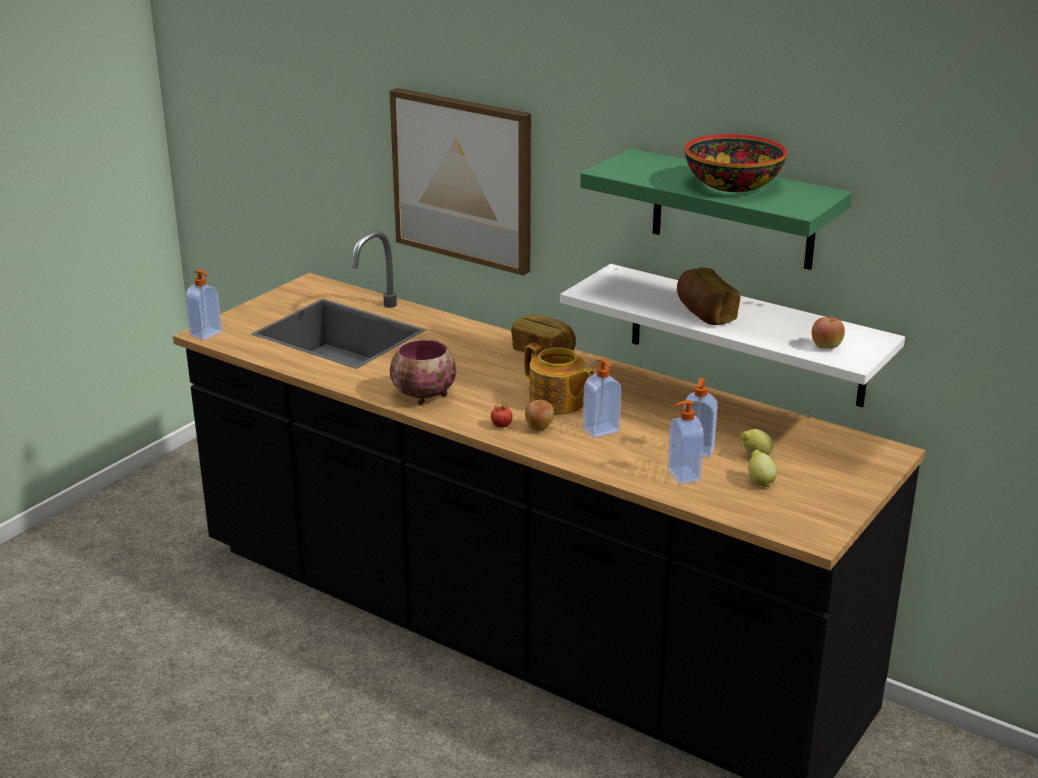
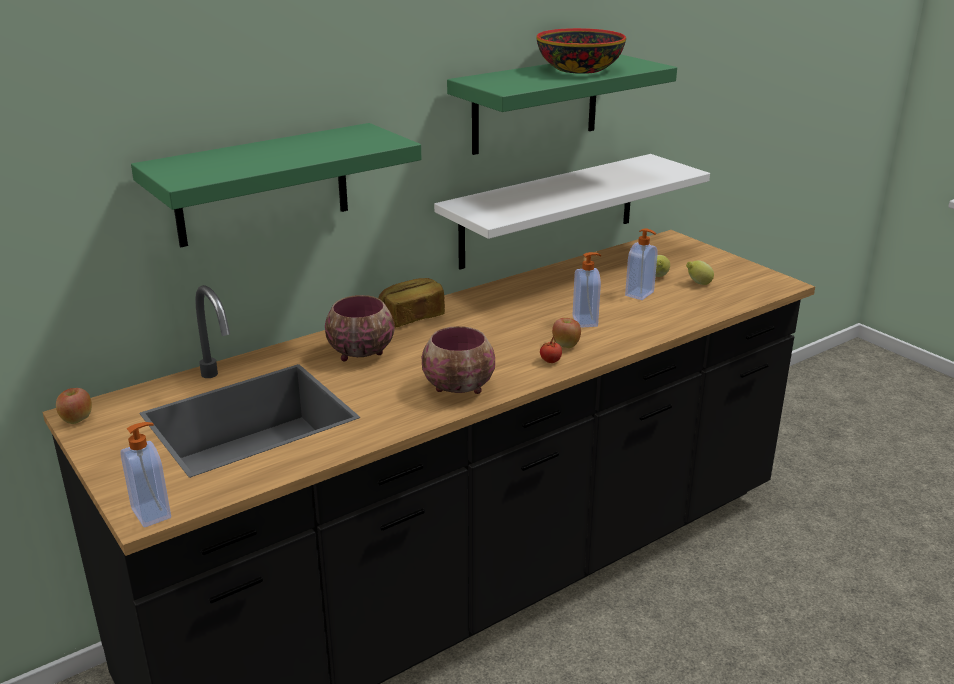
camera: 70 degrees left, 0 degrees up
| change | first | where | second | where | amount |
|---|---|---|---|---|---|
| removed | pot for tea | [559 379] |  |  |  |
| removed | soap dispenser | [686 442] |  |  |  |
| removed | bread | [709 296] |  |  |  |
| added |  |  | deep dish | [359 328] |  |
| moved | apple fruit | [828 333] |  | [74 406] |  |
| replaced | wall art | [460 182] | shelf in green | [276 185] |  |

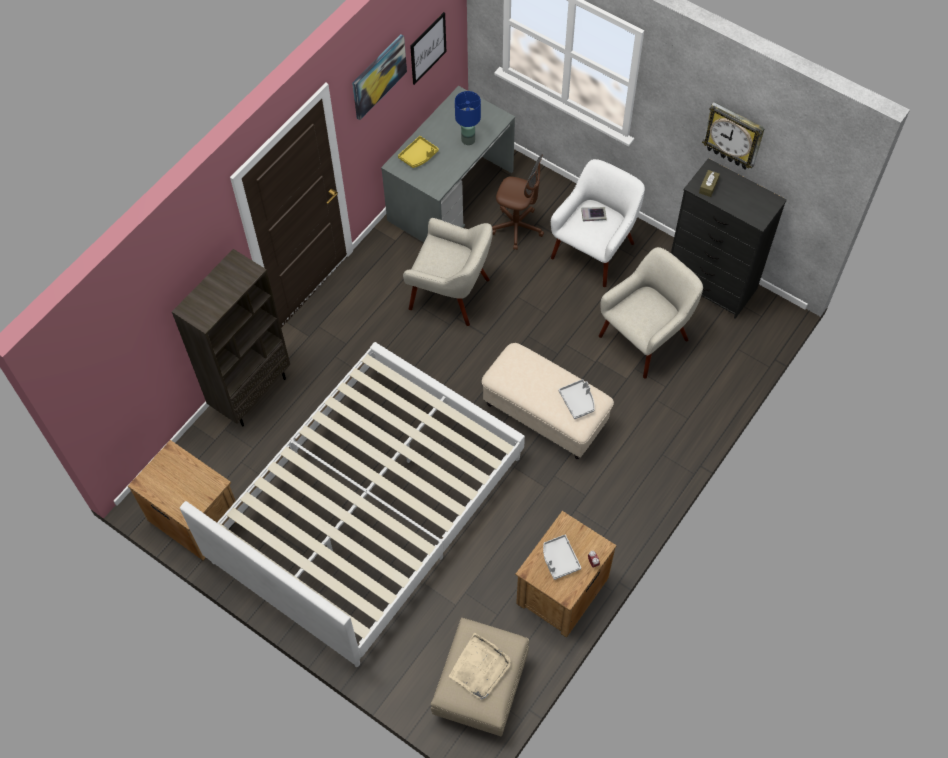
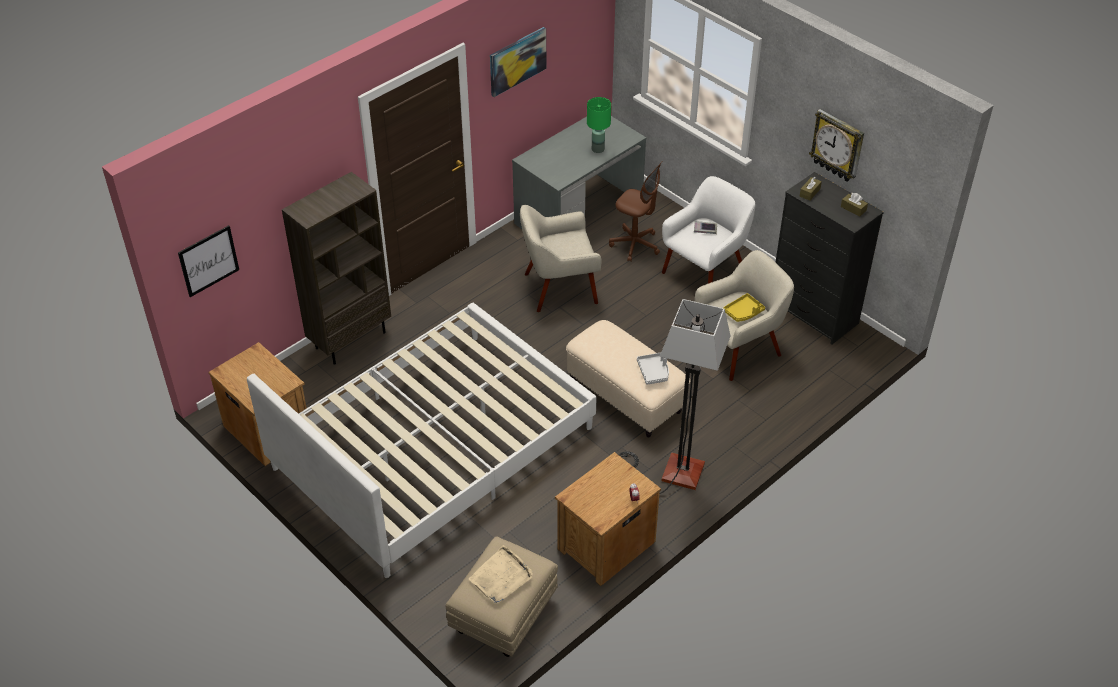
camera: 10 degrees right, 15 degrees down
| change | first | where | second | where | amount |
|---|---|---|---|---|---|
| removed | carrying tray in gray | [562 557] |  |  |  |
| added |  |  | standing lamp | [674 396] |  |
| added |  |  | box of tissues in brownish | [854 205] |  |
| moved | carrying tray in yellow-coloured | [418 152] |  | [744 307] |  |
| moved | wall art | [428 48] |  | [208 261] |  |
| recoloured | lamp for a table in bluish | [468 118] | lamp for a table in green | [599 125] |  |
| turned | armchair in sand-coloured | [448 272] |  | [561 258] | 135 degrees clockwise |

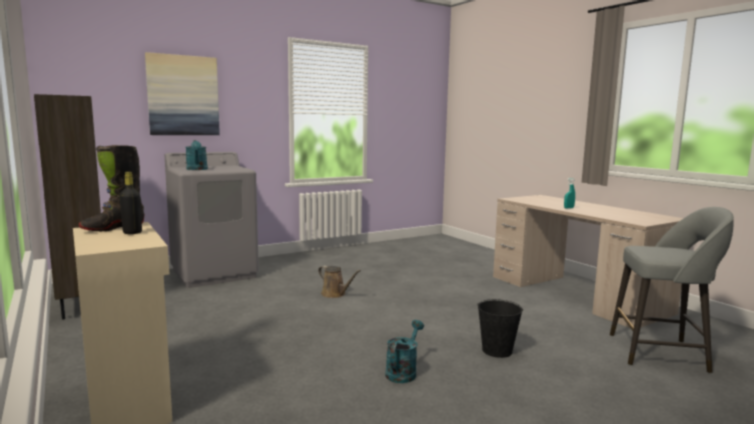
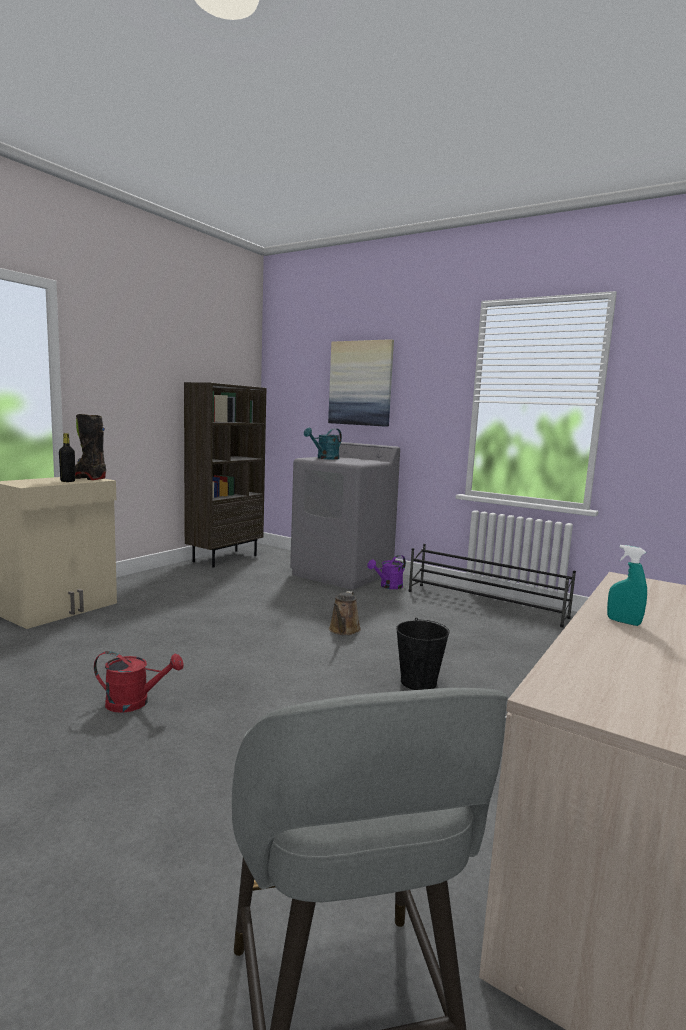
camera: 65 degrees right, 0 degrees up
| change | first | where | second | where | amount |
|---|---|---|---|---|---|
| added |  |  | watering pot in purplish | [387 572] |  |
| added |  |  | shoe stand in blackish | [492 585] |  |
| moved | water bucket in blackish | [500 328] |  | [423 654] |  |
| recoloured | watering pot in turquoise-coloured | [404 351] | watering pot in reddish | [139 682] |  |

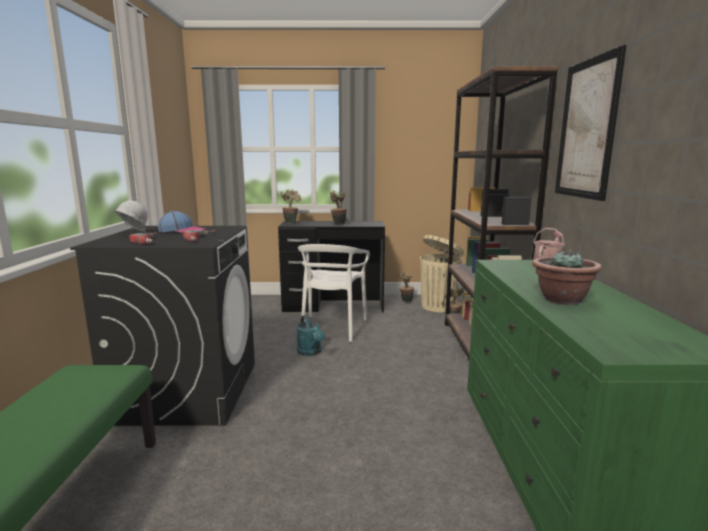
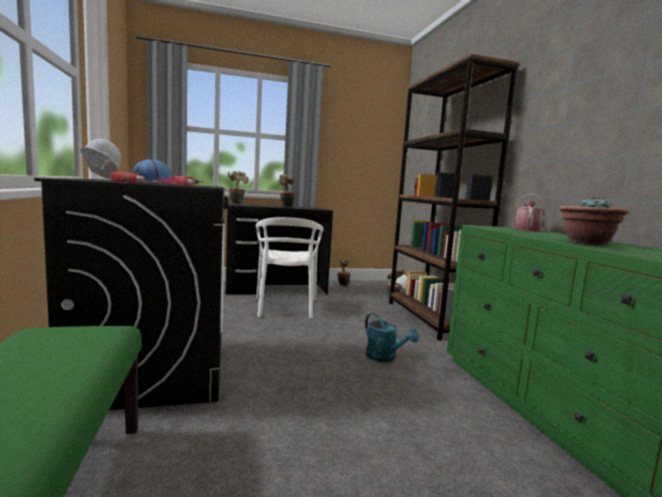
camera: 15 degrees left, 5 degrees down
| change | first | where | second | where | amount |
|---|---|---|---|---|---|
| removed | waste bin in sand-coloured | [442 273] |  |  |  |
| removed | wall art | [590 123] |  |  |  |
| moved | watering pot in turquoise-coloured | [310 335] |  | [392 337] |  |

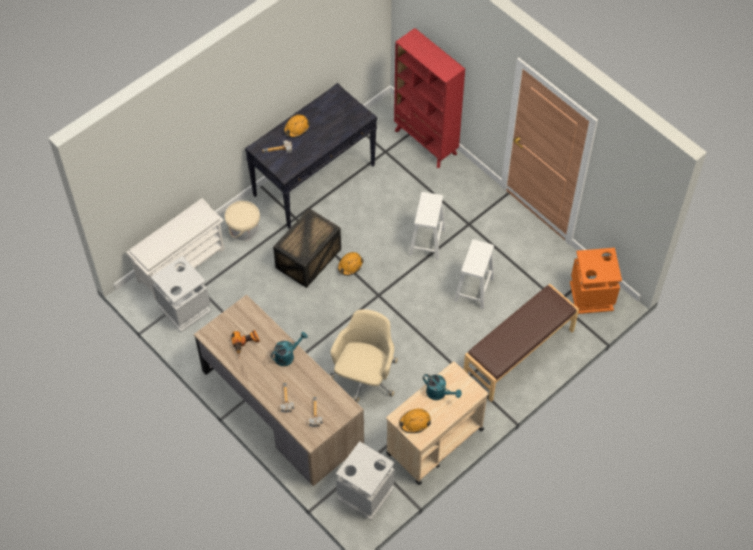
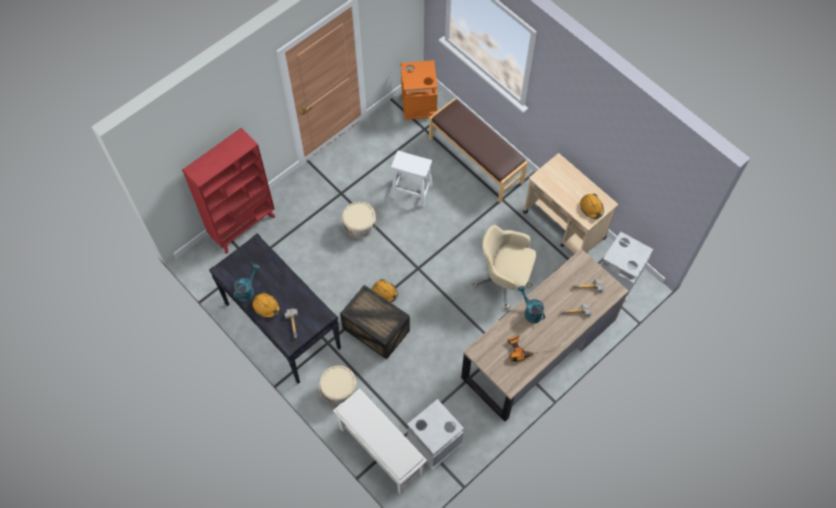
camera: 90 degrees left, 5 degrees up
| change | first | where | second | where | amount |
|---|---|---|---|---|---|
| moved | watering pot in turquoise-coloured | [442 387] |  | [246 283] |  |
| replaced | stool in white | [427 226] | water bucket in sand-coloured | [358 220] |  |

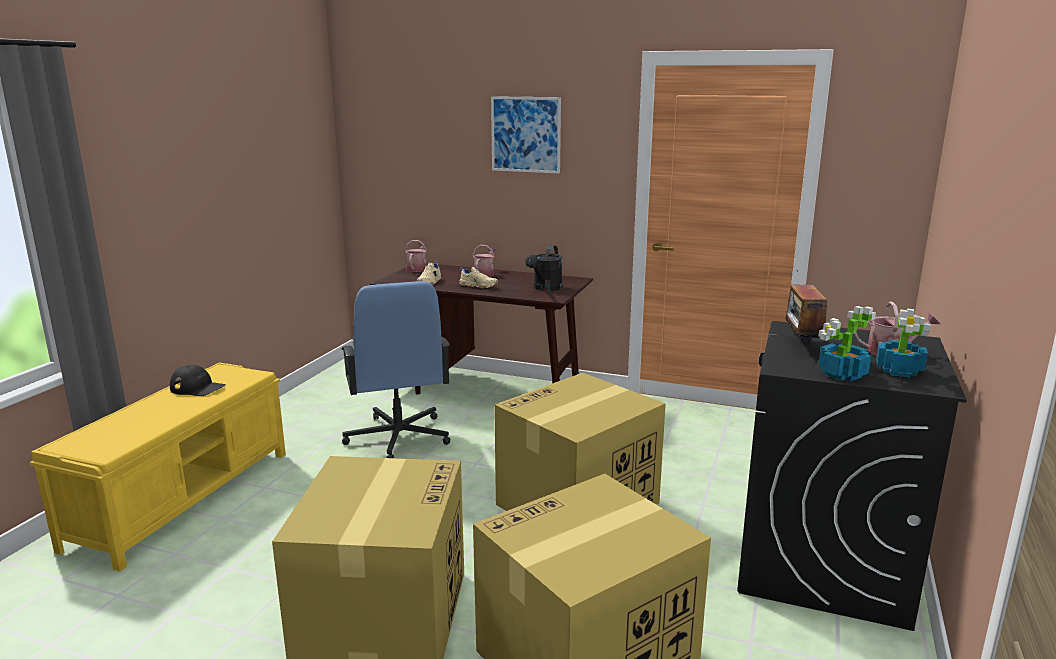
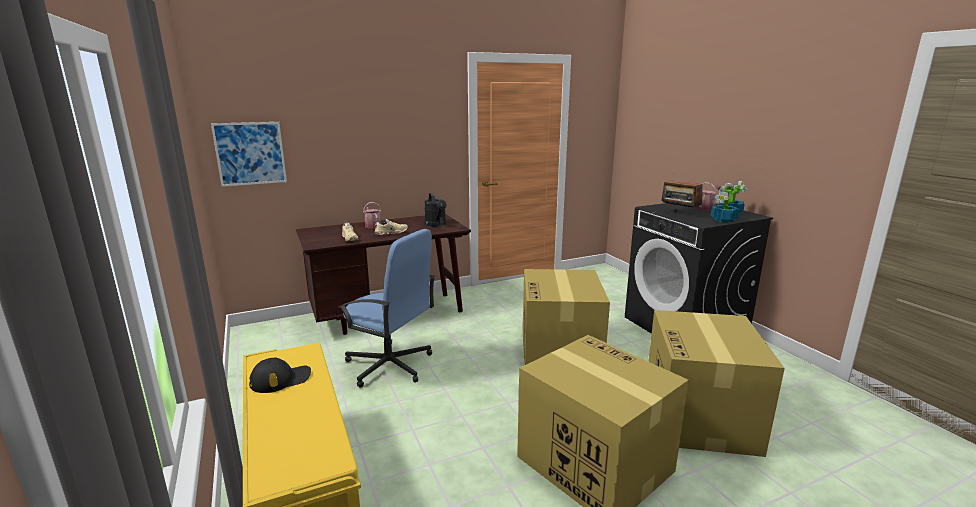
camera: 45 degrees left, 0 degrees up
| change | first | where | second | where | amount |
|---|---|---|---|---|---|
| removed | watering pot | [416 256] |  |  |  |
| moved | wall art | [526 134] |  | [249 154] |  |

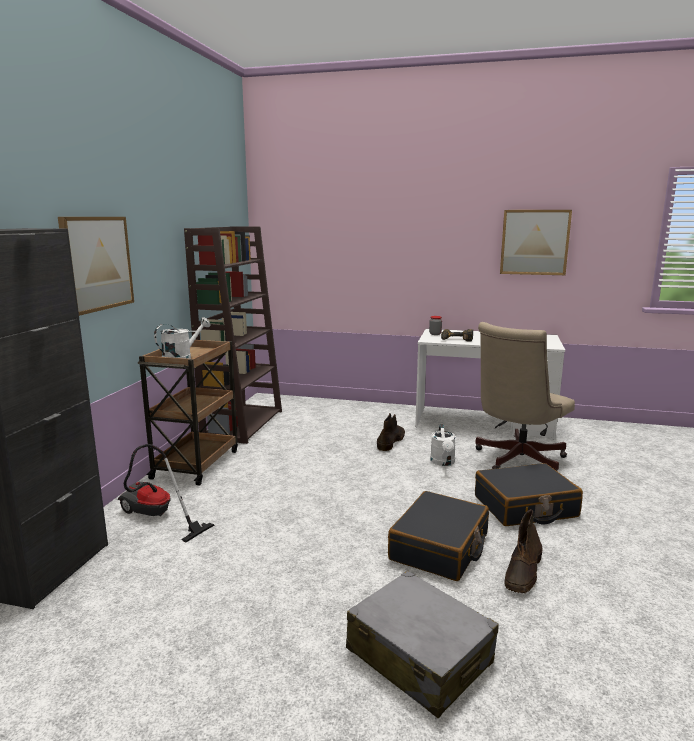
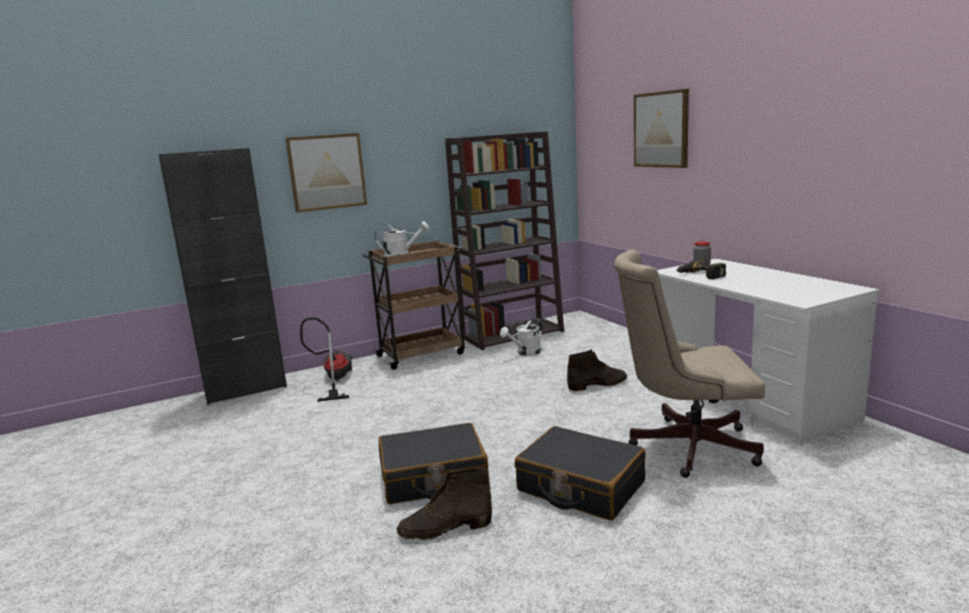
camera: 50 degrees right, 0 degrees up
| change | first | where | second | where | amount |
|---|---|---|---|---|---|
| removed | piece of luggage in gray | [422 644] |  |  |  |
| moved | watering pot in white | [443 445] |  | [521 337] |  |
| moved | wall art | [536 242] |  | [661 128] |  |

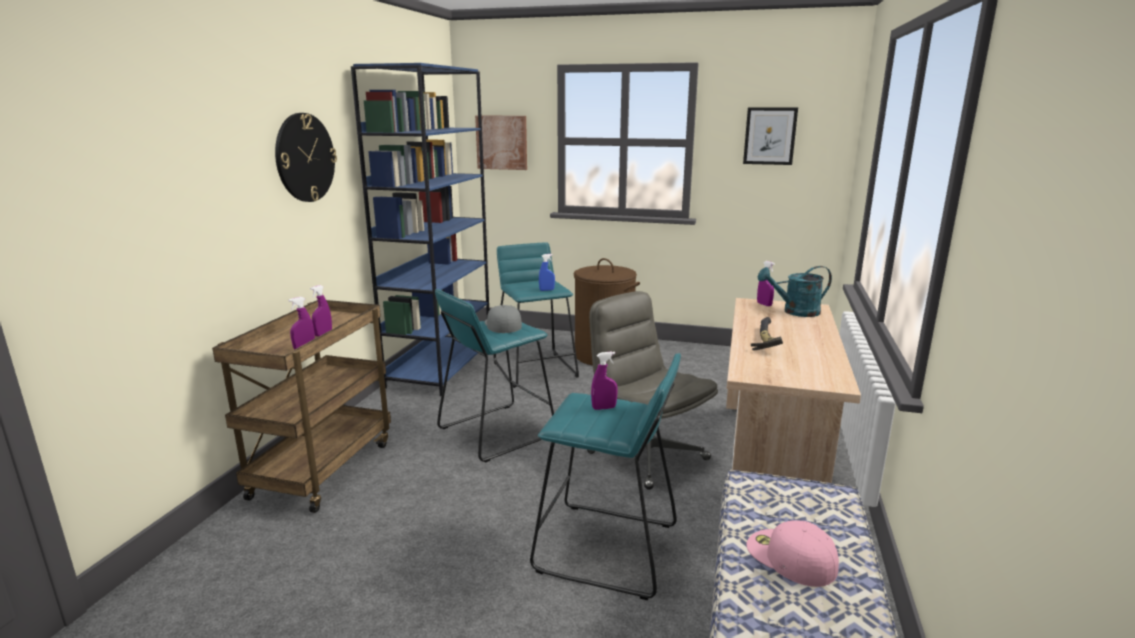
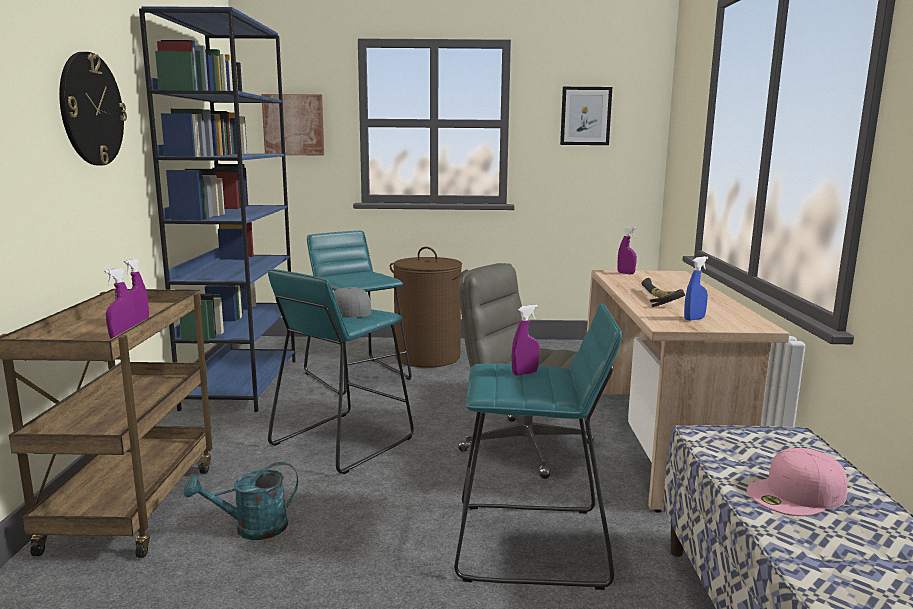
camera: 15 degrees left, 5 degrees down
| change | first | where | second | where | amount |
|---|---|---|---|---|---|
| moved | sprayer in bluish | [547 272] |  | [696 288] |  |
| moved | watering pot in turquoise-coloured | [795 291] |  | [241 500] |  |
| turned | baseball cap in pinkish | [792 553] |  | [797 482] | 60 degrees counterclockwise |

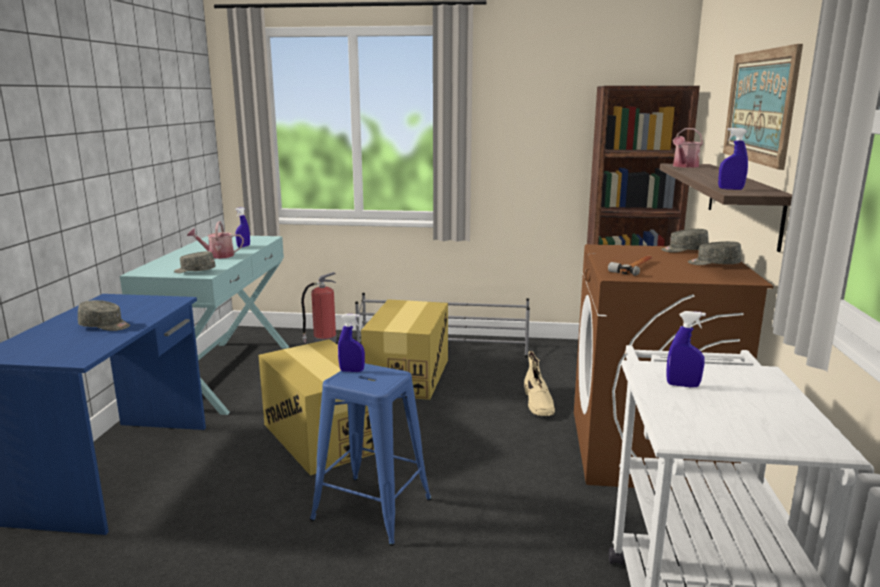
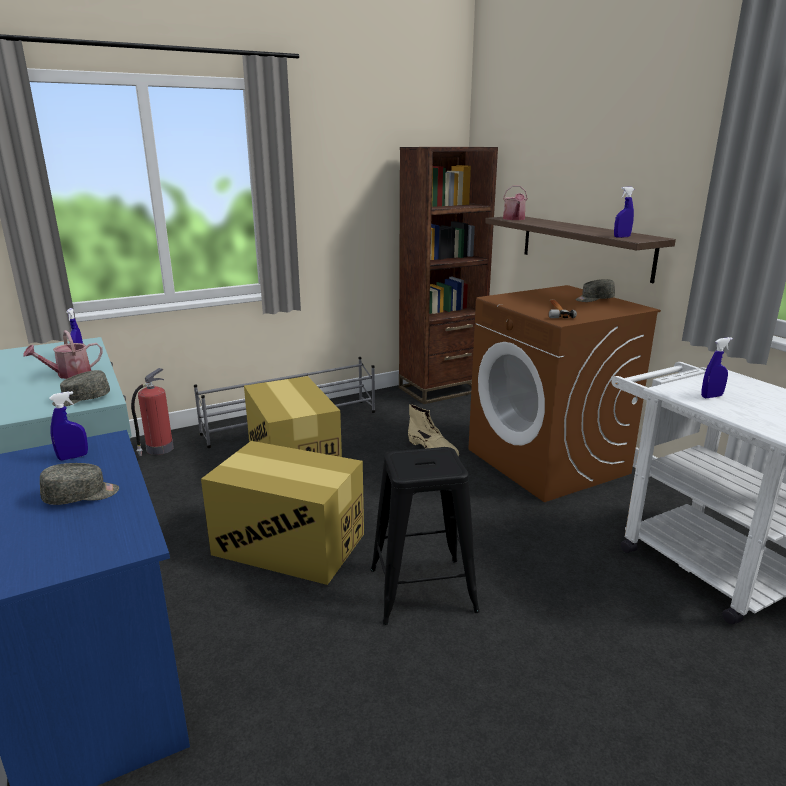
camera: 35 degrees left, 5 degrees up
| change | first | where | second | where | amount |
|---|---|---|---|---|---|
| removed | baseball cap in gray | [685 241] |  |  |  |
| removed | wall art | [763 107] |  |  |  |
| moved | sprayer in bluish | [351 343] |  | [69 425] |  |
| recoloured | stool in bluish | [371 454] | stool in blackish | [425 536] |  |

